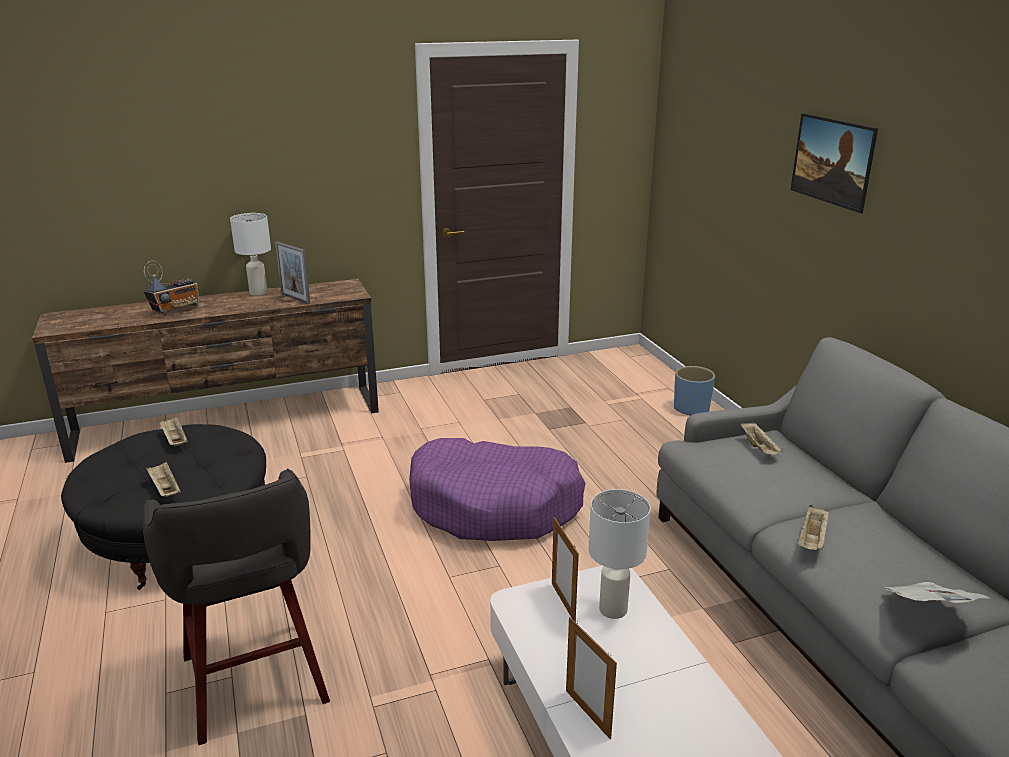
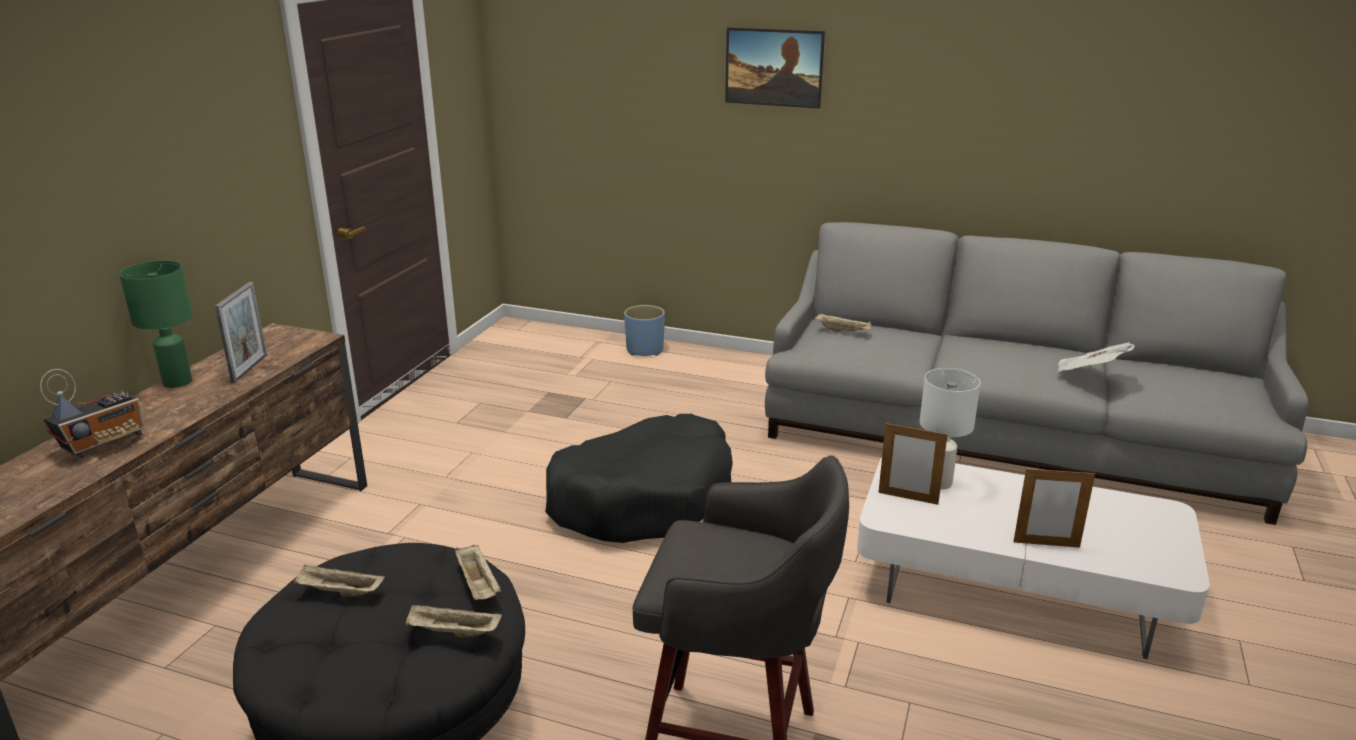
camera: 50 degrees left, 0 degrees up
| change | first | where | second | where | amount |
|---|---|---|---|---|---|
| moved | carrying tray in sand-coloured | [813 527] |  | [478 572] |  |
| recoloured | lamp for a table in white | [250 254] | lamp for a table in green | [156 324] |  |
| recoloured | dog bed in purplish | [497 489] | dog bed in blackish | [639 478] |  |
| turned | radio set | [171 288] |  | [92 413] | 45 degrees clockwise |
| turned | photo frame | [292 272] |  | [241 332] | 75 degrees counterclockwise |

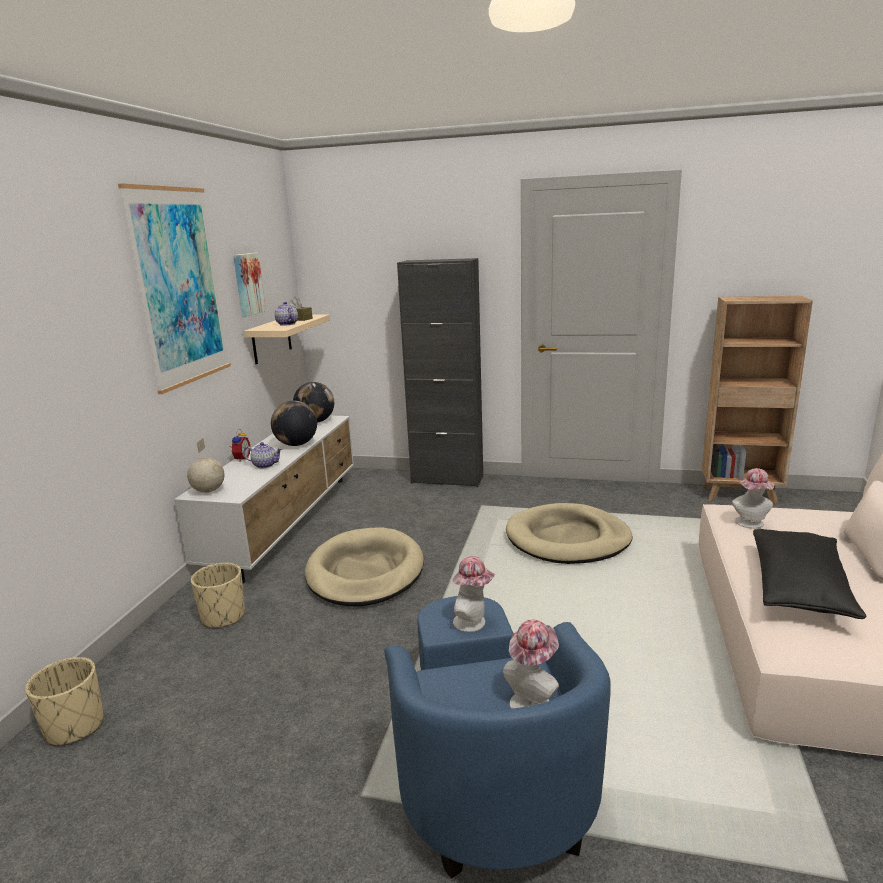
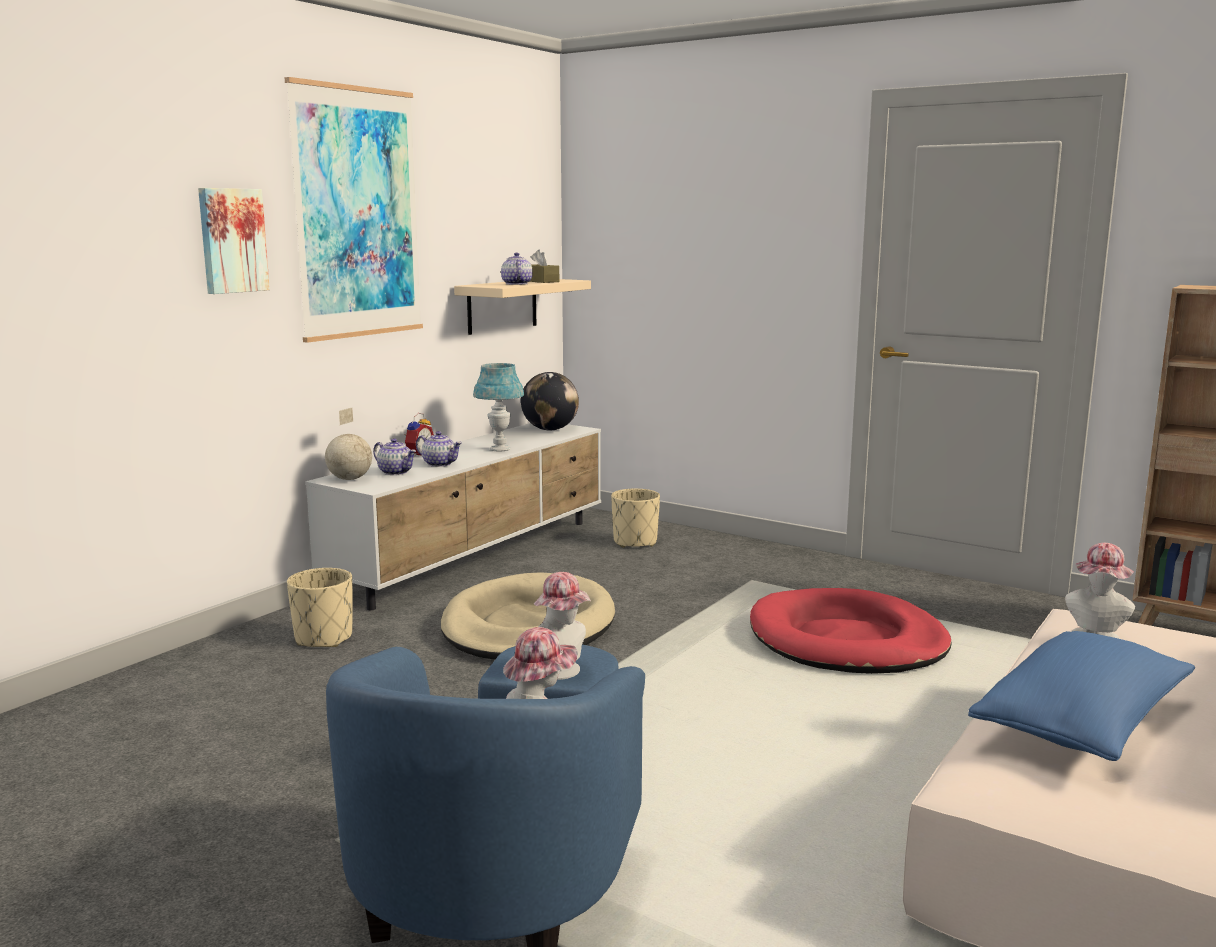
camera: 20 degrees right, 5 degrees down
| change | first | where | second | where | amount |
|---|---|---|---|---|---|
| removed | storage cabinet in blackish | [440 372] |  |  |  |
| added |  |  | pot for tea | [394 456] |  |
| moved | planter in sand-coloured | [64 701] |  | [635 518] |  |
| moved | wall art | [249 285] |  | [234 241] |  |
| replaced | world globe | [294 423] | lamp for a table in bluish | [498 407] |  |
| recoloured | dog bed in sand-coloured | [569 533] | dog bed in reddish | [851 631] |  |
| recoloured | throw pillow in blackish | [810 574] | throw pillow in bluish | [1081 696] |  |

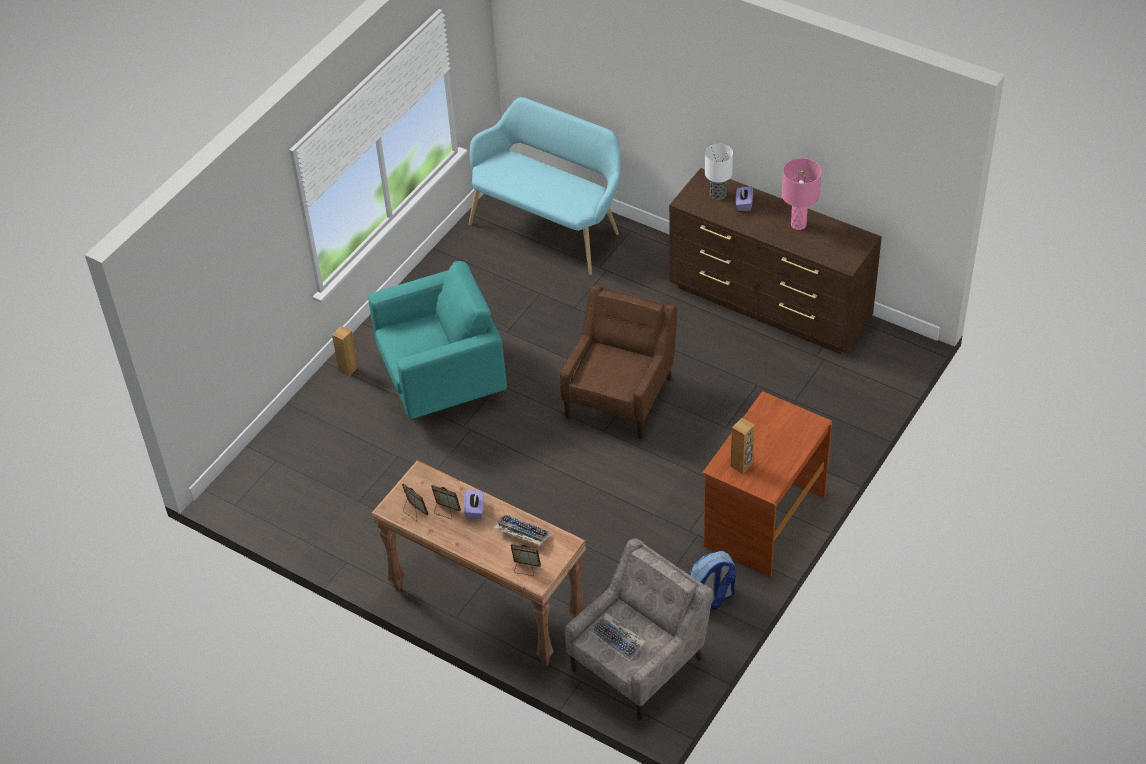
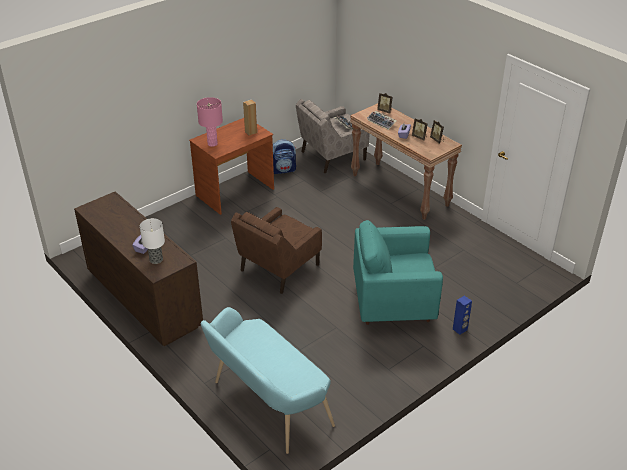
camera: 165 degrees left, 10 degrees down
| change | first | where | second | where | amount |
|---|---|---|---|---|---|
| moved | lamp for a table in pinkish | [802 194] |  | [210 122] |  |
| recoloured | loudspeaker in brownish | [345 351] | loudspeaker in bluish | [462 315] |  |

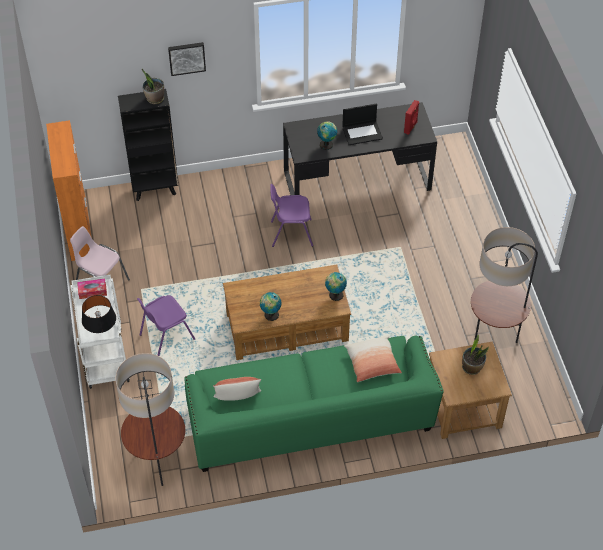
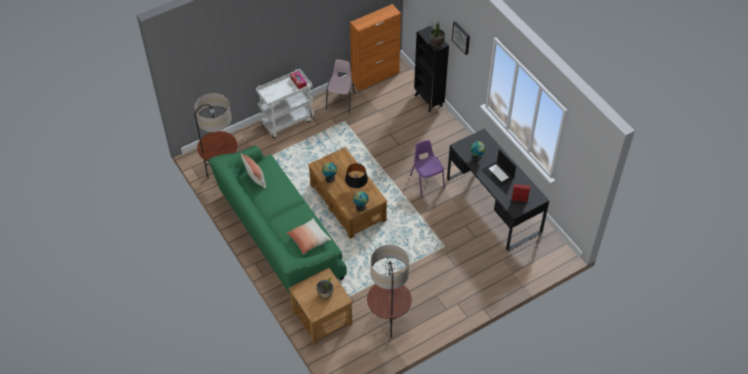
camera: 70 degrees right, 0 degrees up
| change | first | where | second | where | amount |
|---|---|---|---|---|---|
| removed | plain chair in purplish | [166 325] |  |  |  |
| moved | lamp for a table in blackish | [99 314] |  | [356 176] |  |

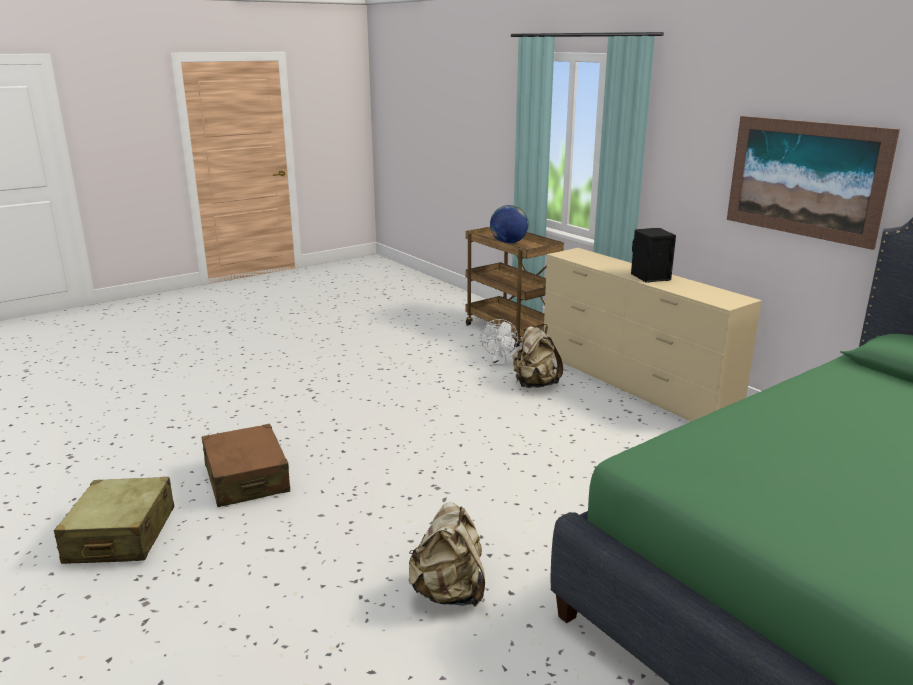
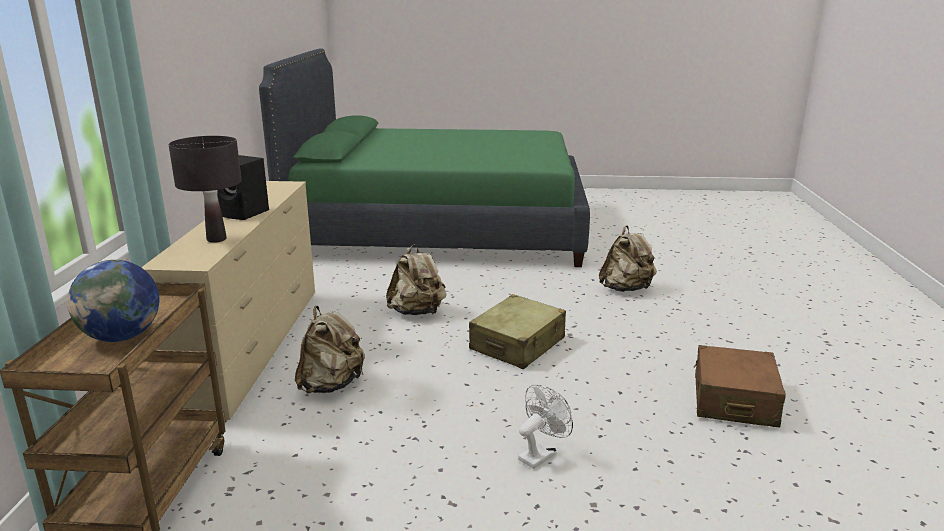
camera: 140 degrees left, 0 degrees up
| change | first | where | second | where | amount |
|---|---|---|---|---|---|
| removed | wall art | [813 183] |  |  |  |
| added |  |  | lamp for a table in blackish | [205 189] |  |
| added |  |  | knapsack in sand-coloured | [416 279] |  |
| moved | piece of luggage in sand-coloured | [114 520] |  | [517 331] |  |
| moved | fan in white | [499 342] |  | [545 426] |  |

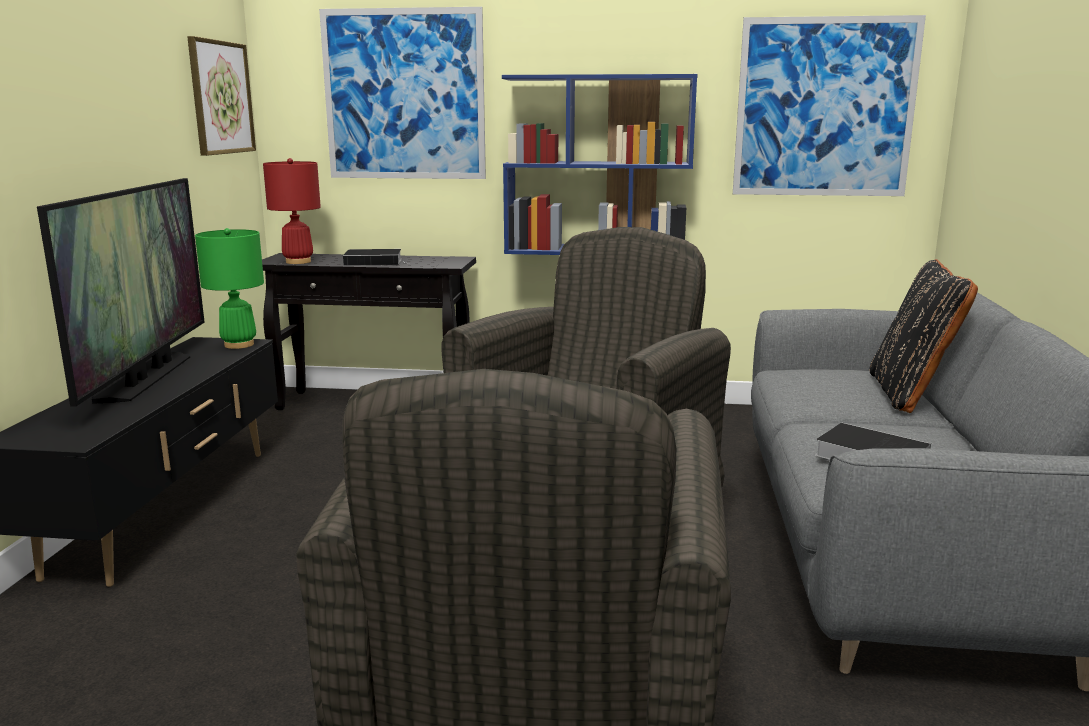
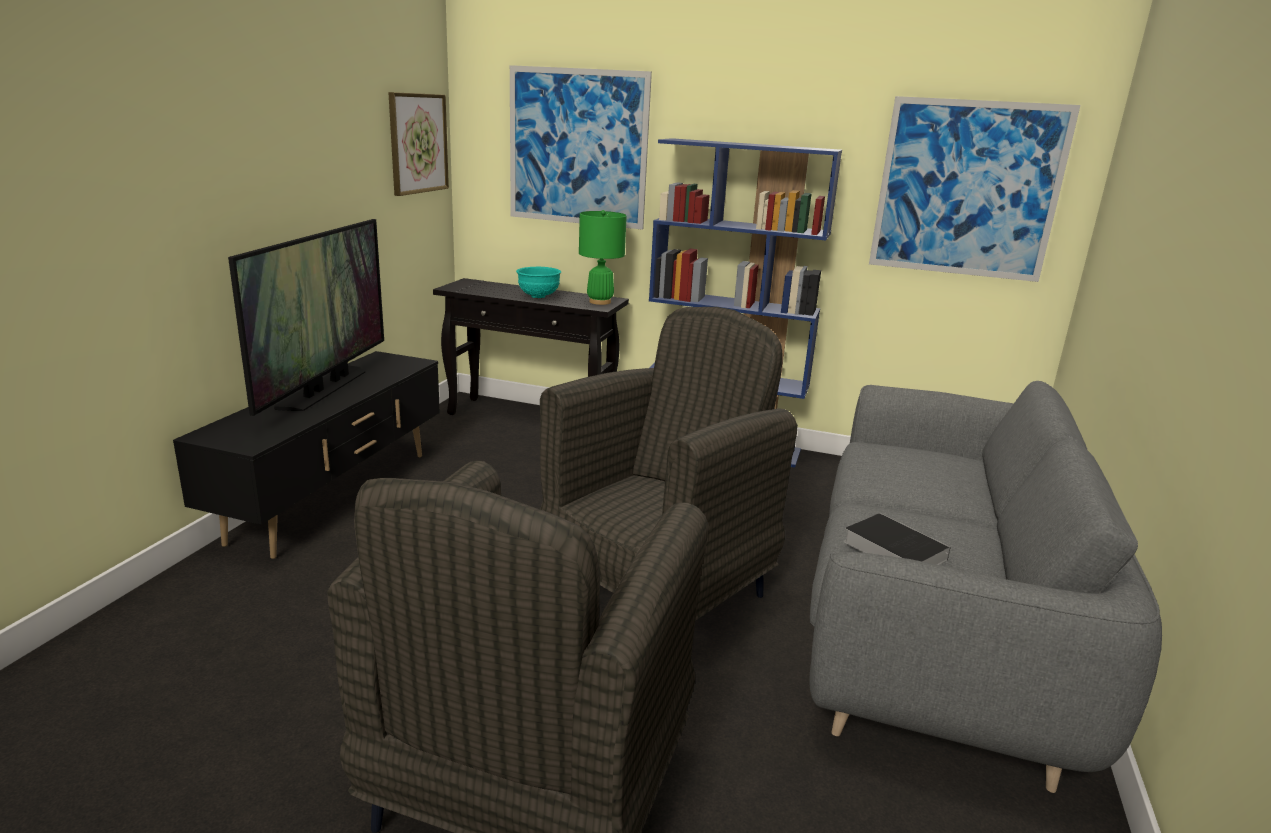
camera: 10 degrees right, 5 degrees up
| change | first | where | second | where | amount |
|---|---|---|---|---|---|
| removed | lamp for a table in reddish | [292 211] |  |  |  |
| removed | throw pillow in blackish | [923 336] |  |  |  |
| moved | lamp for a table in green | [229 288] |  | [603 257] |  |
| replaced | volume | [376 257] | deep dish in turquoise-coloured | [538 282] |  |

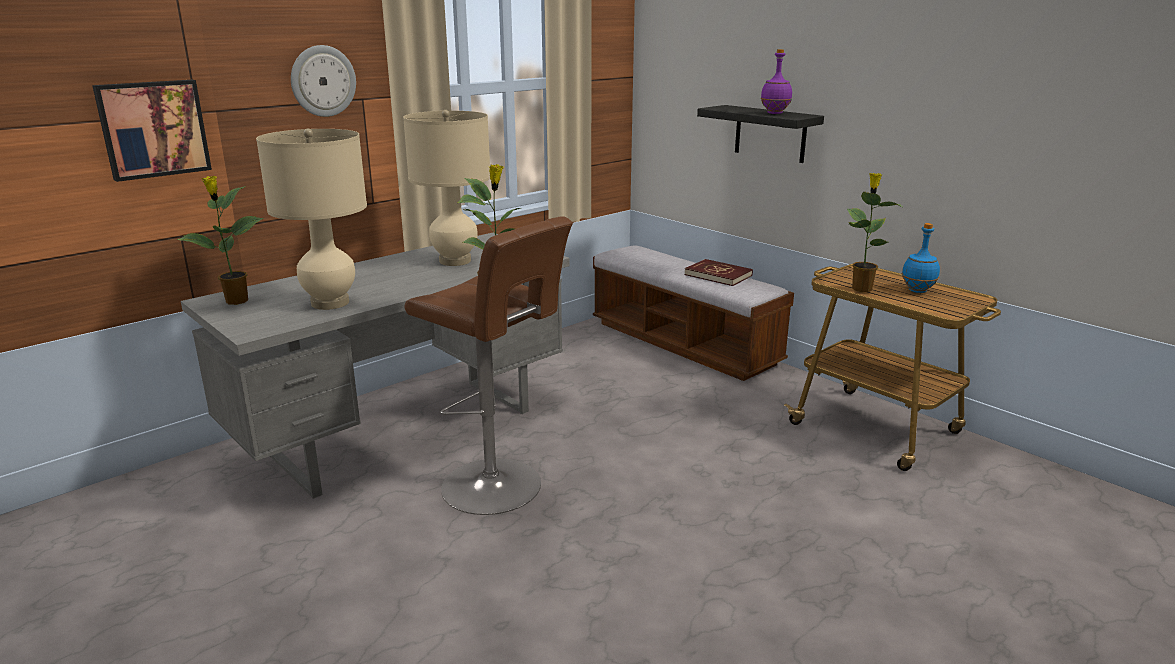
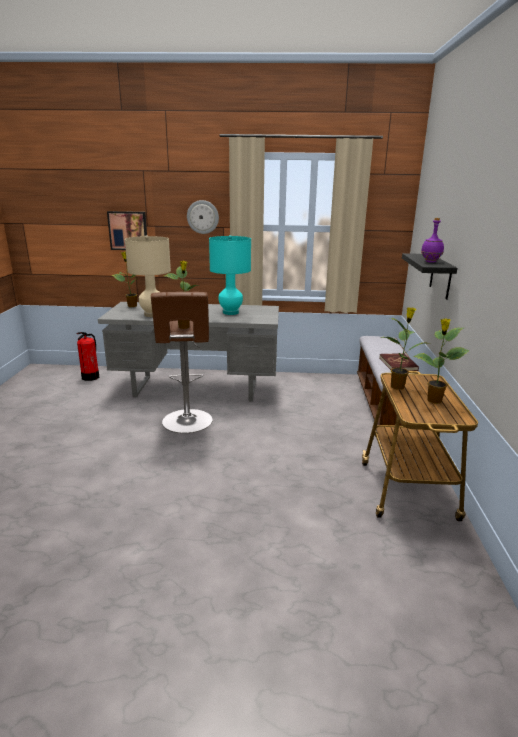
camera: 45 degrees right, 0 degrees up
| change | first | where | second | where | amount |
|---|---|---|---|---|---|
| added |  |  | fire extinguisher | [88 356] |  |
| replaced | beverage bottle in bluish | [921 258] | potted plant | [441 361] |  |
| recoloured | lamp for a table in sand-coloured | [446 188] | lamp for a table in turquoise-coloured | [230 275] |  |

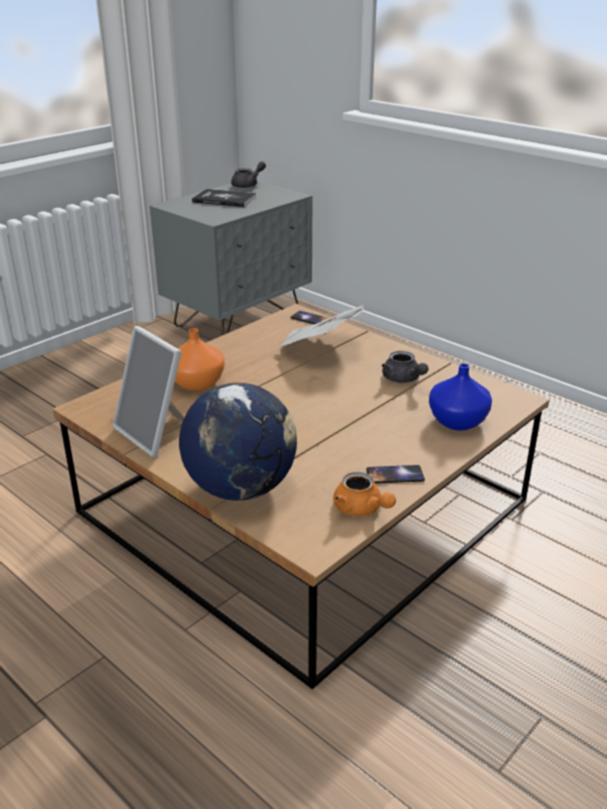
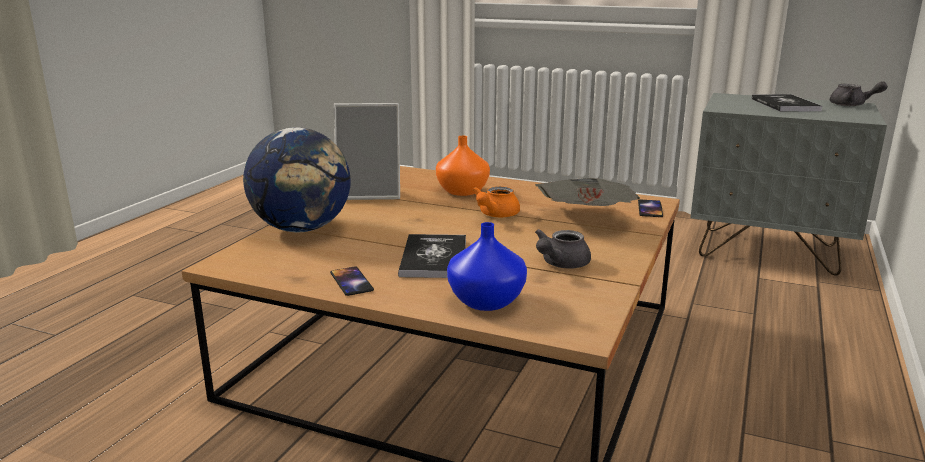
camera: 70 degrees right, 10 degrees down
| change | first | where | second | where | amount |
|---|---|---|---|---|---|
| added |  |  | volume | [432 256] |  |
| moved | pot for tea in orange-coloured | [364 494] |  | [496 201] |  |
| turned | photo frame | [148 391] |  | [367 151] | 120 degrees counterclockwise |

